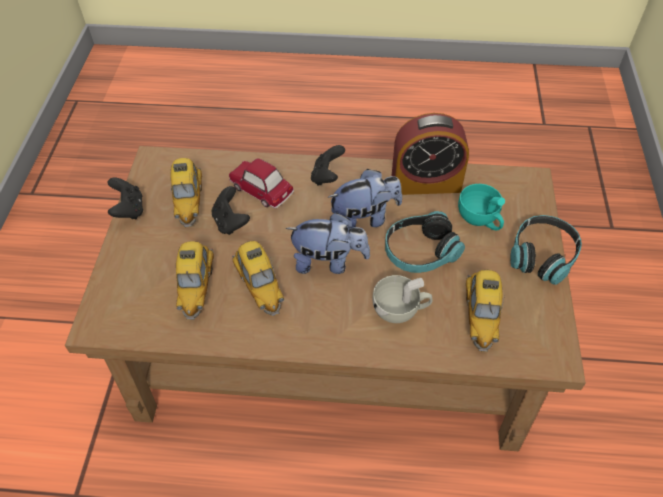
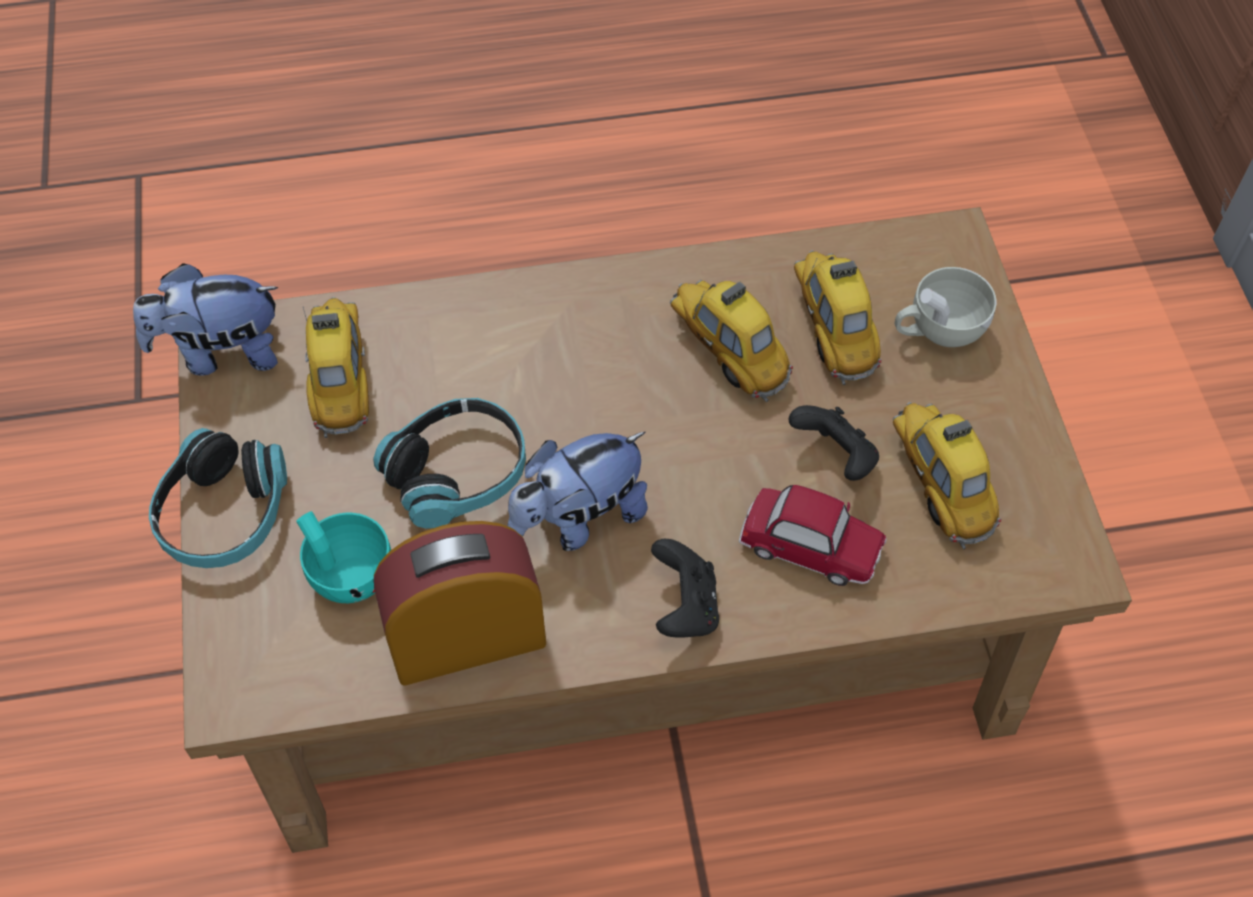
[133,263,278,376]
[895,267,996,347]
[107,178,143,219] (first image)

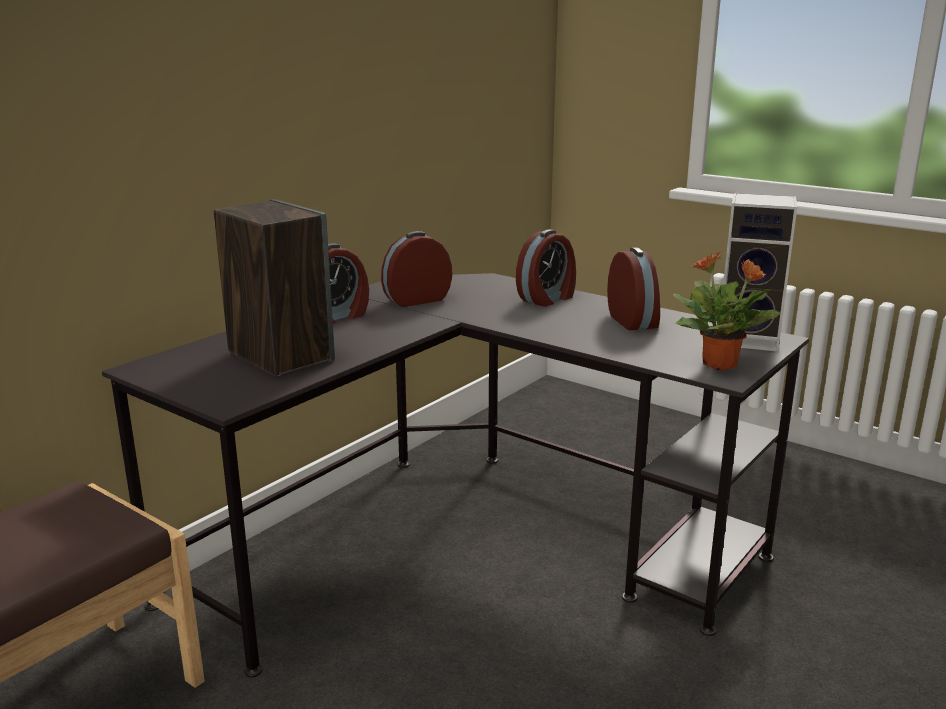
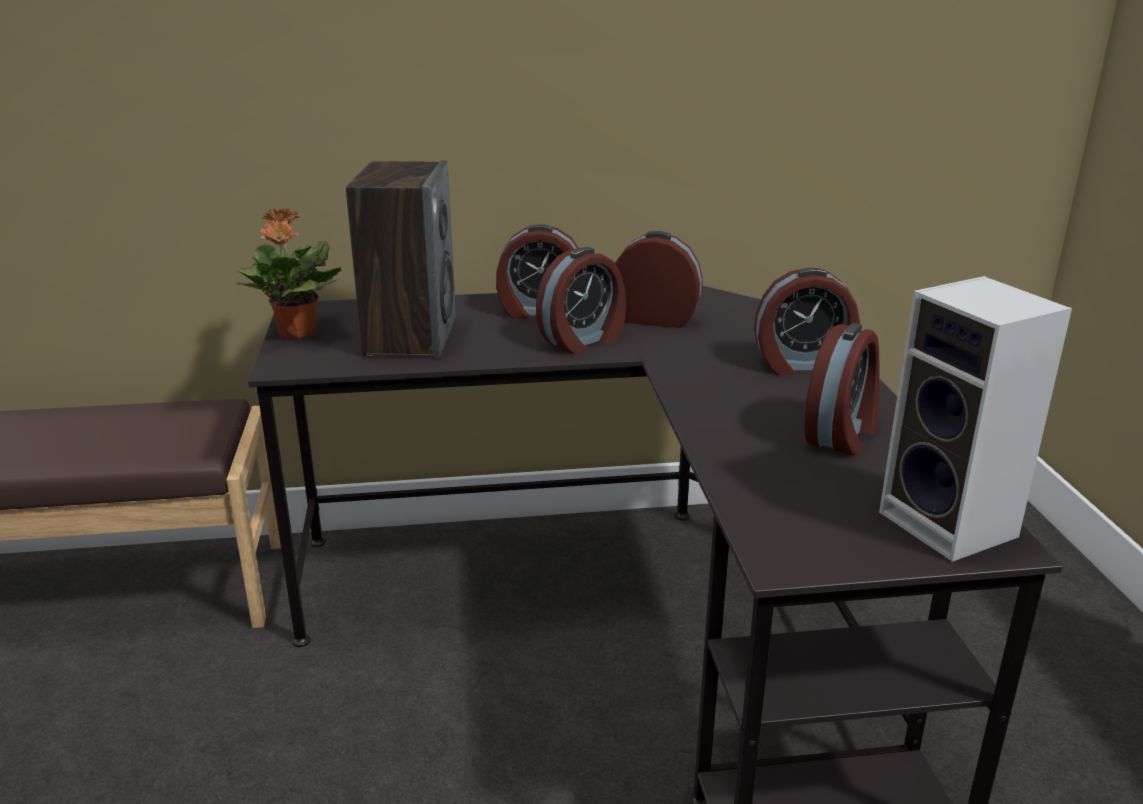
[236,208,342,338]
[536,247,626,354]

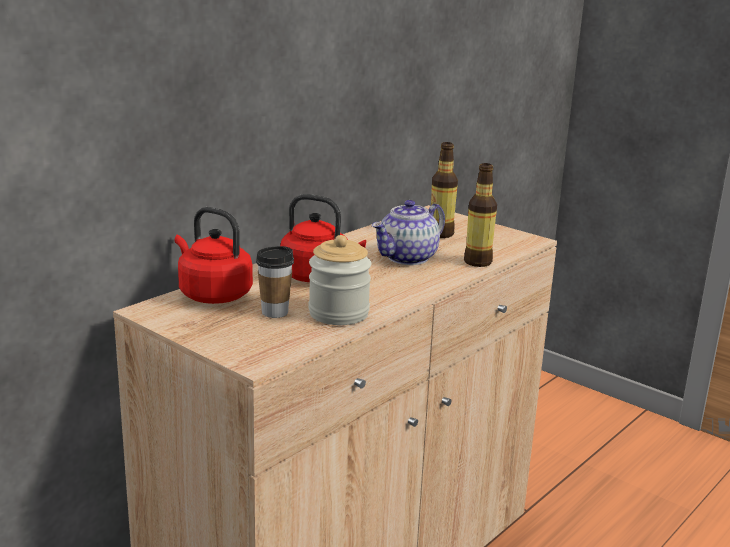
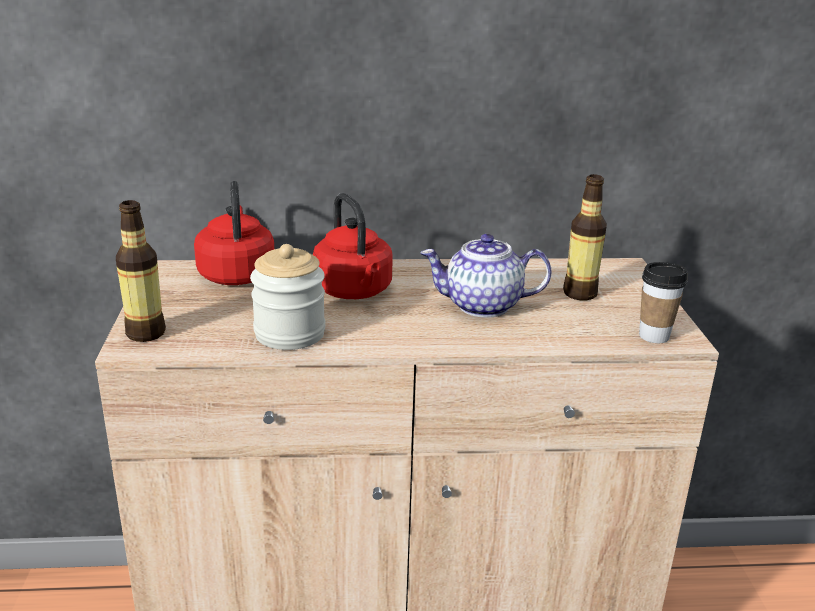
[116,200,166,342]
[639,262,688,343]

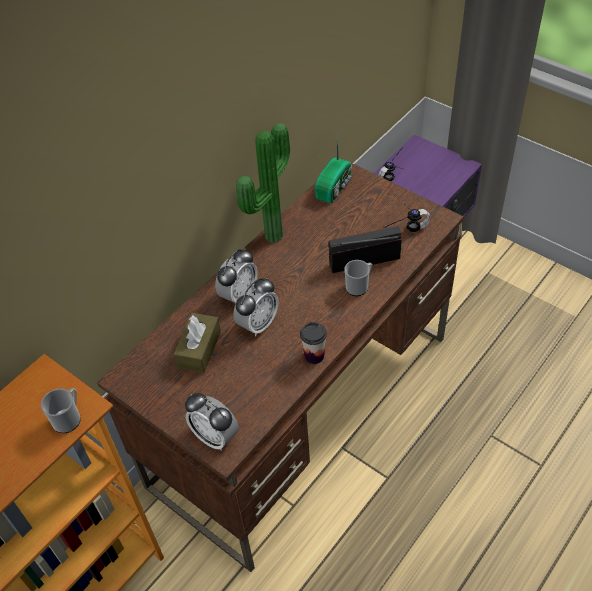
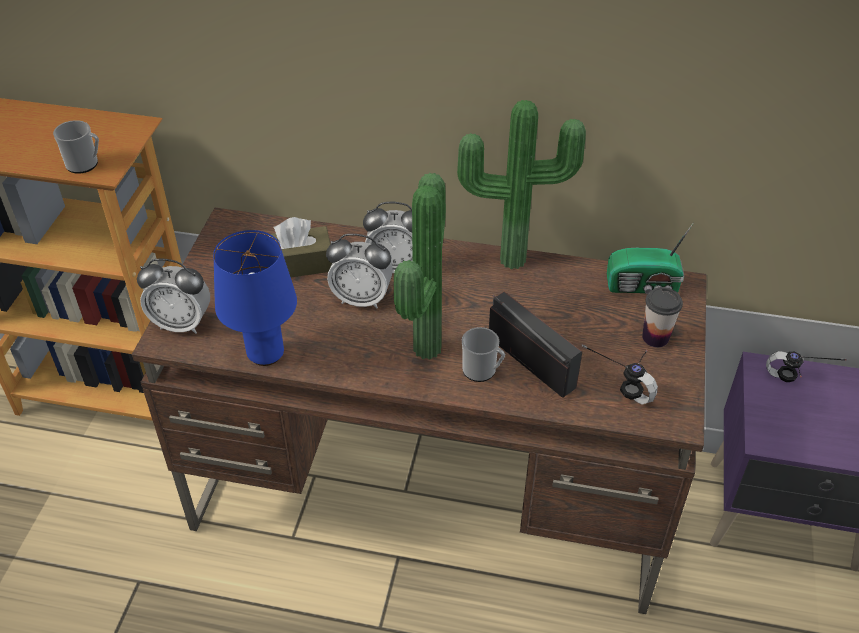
[137,259,210,334]
[213,230,297,366]
[394,173,446,360]
[642,287,683,347]

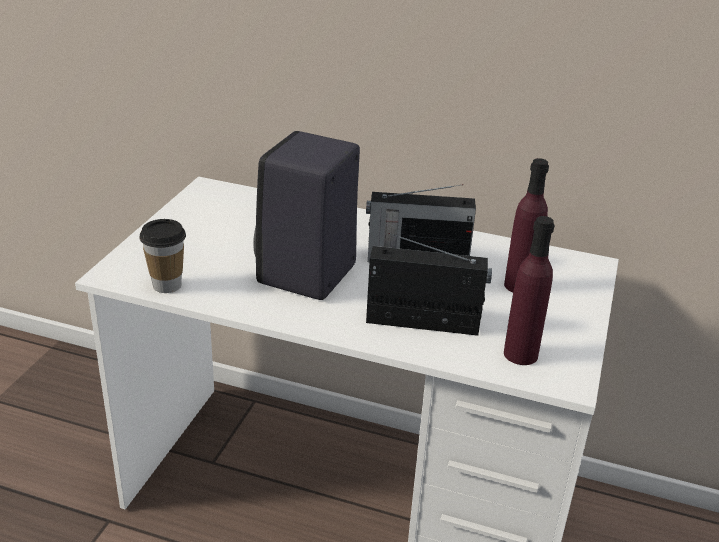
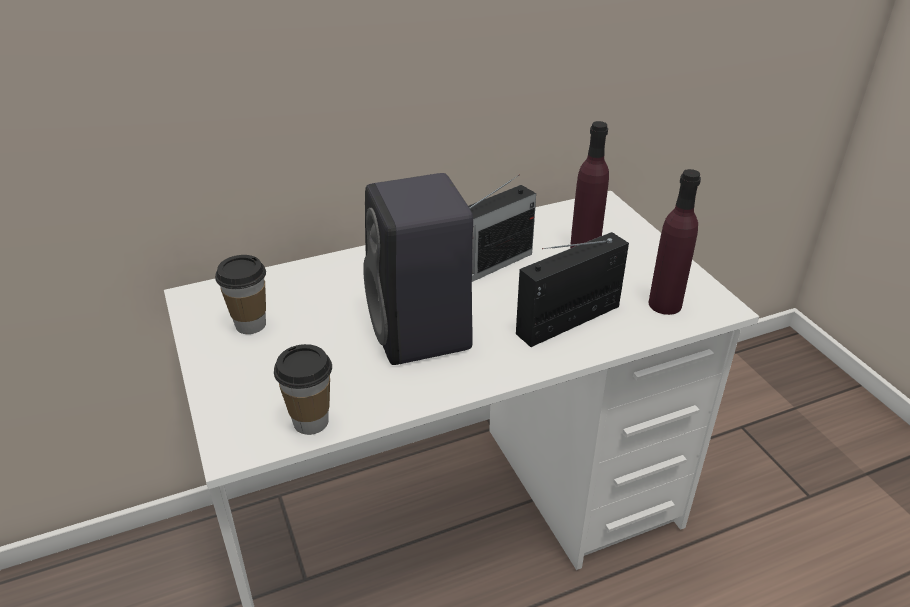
[215,255,266,334]

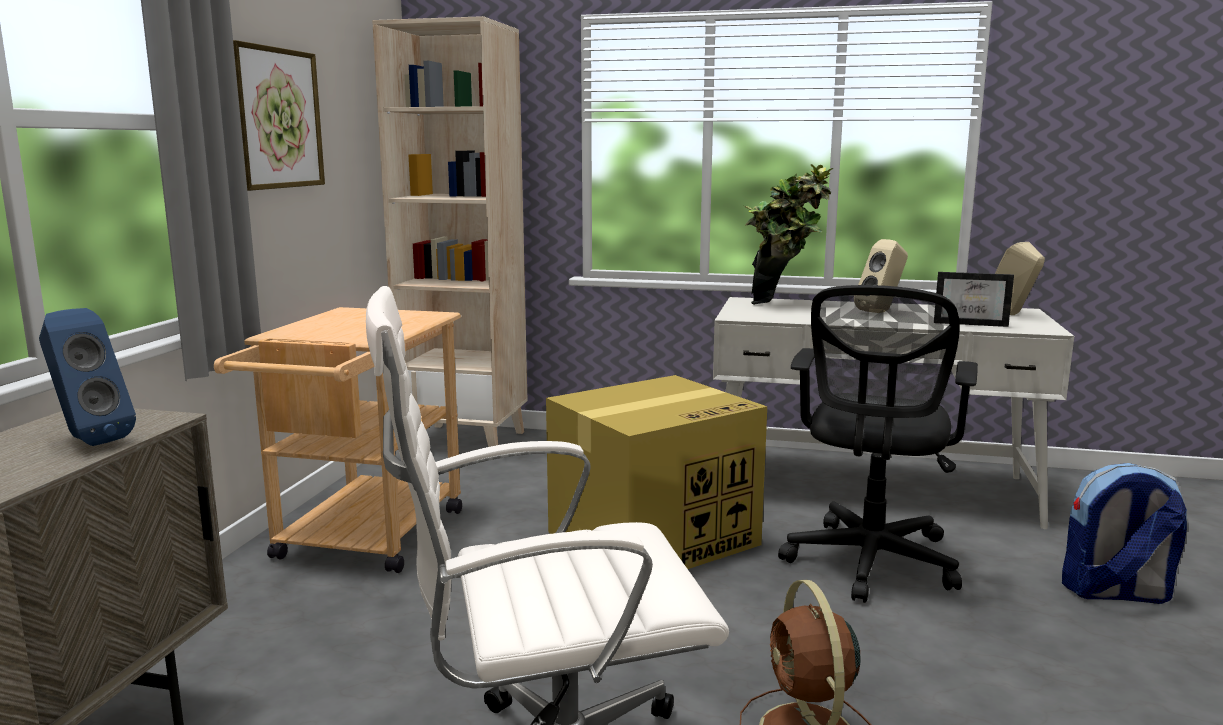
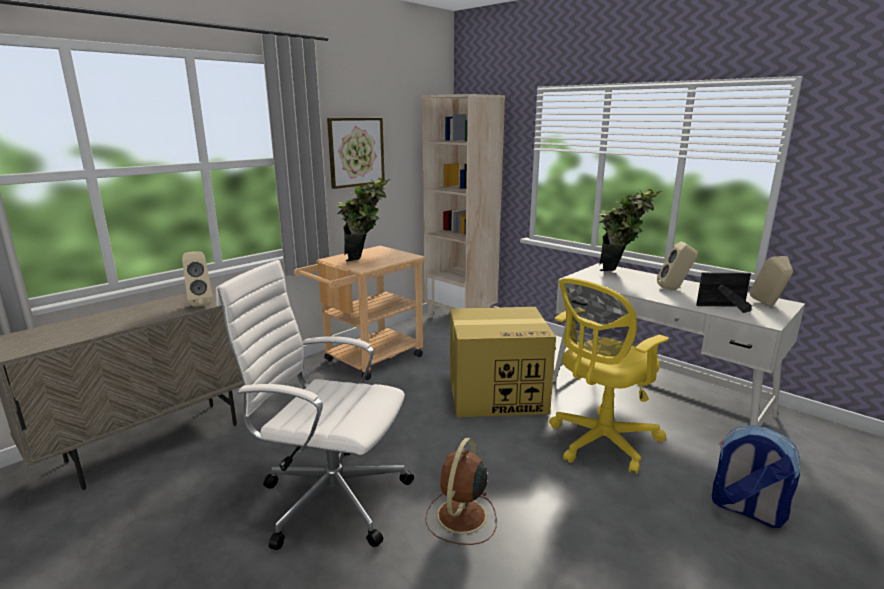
[182,251,213,307]
[336,178,390,261]
[549,278,669,474]
[696,272,752,313]

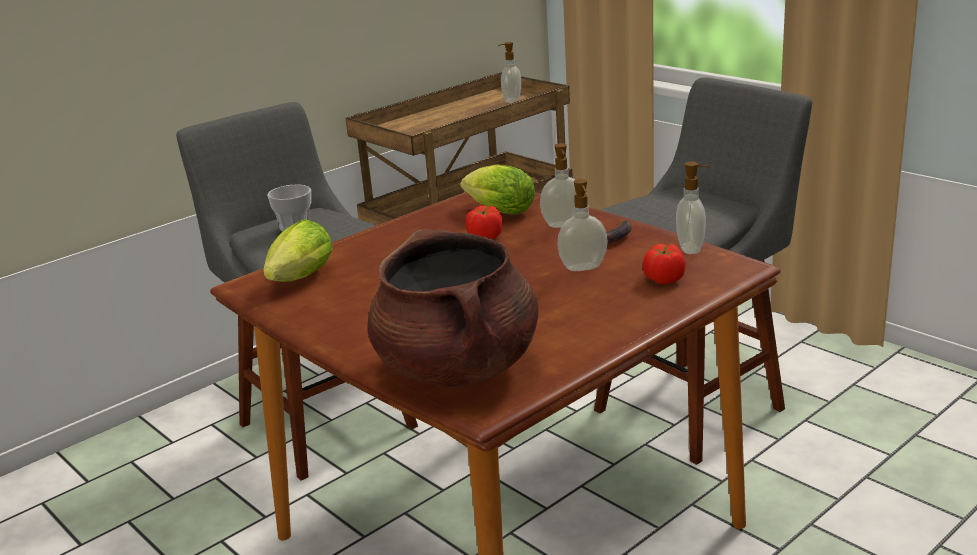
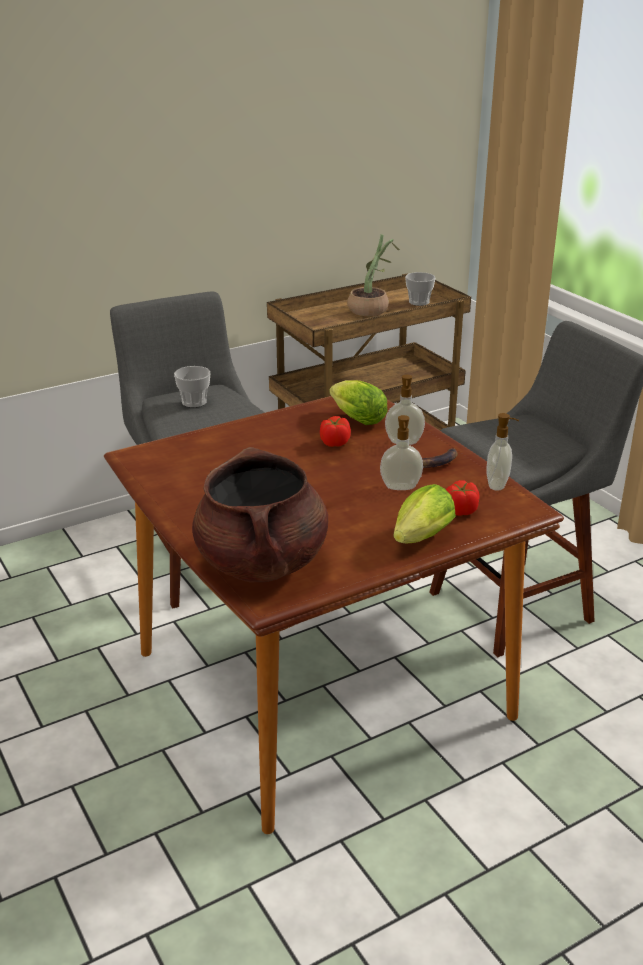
[347,234,400,316]
[393,484,456,543]
[405,272,436,306]

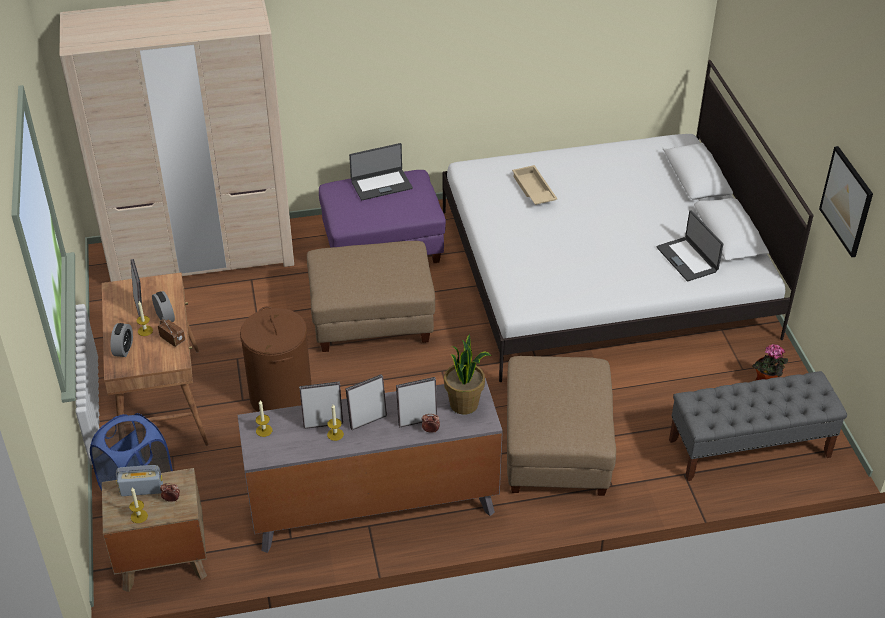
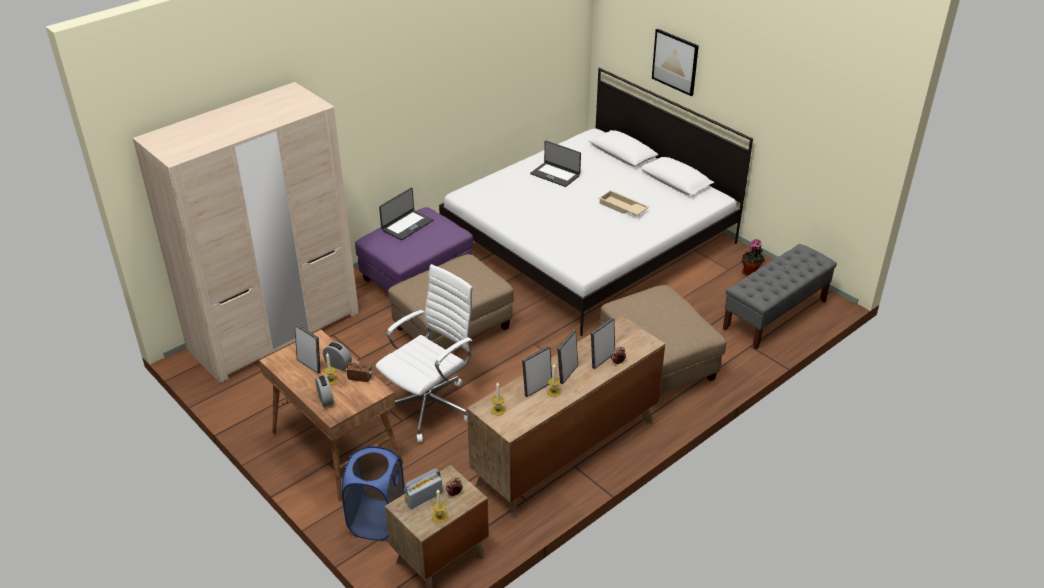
[376,264,474,443]
[467,316,665,518]
[530,140,581,187]
[599,190,649,216]
[652,29,699,96]
[444,334,492,415] (first image)

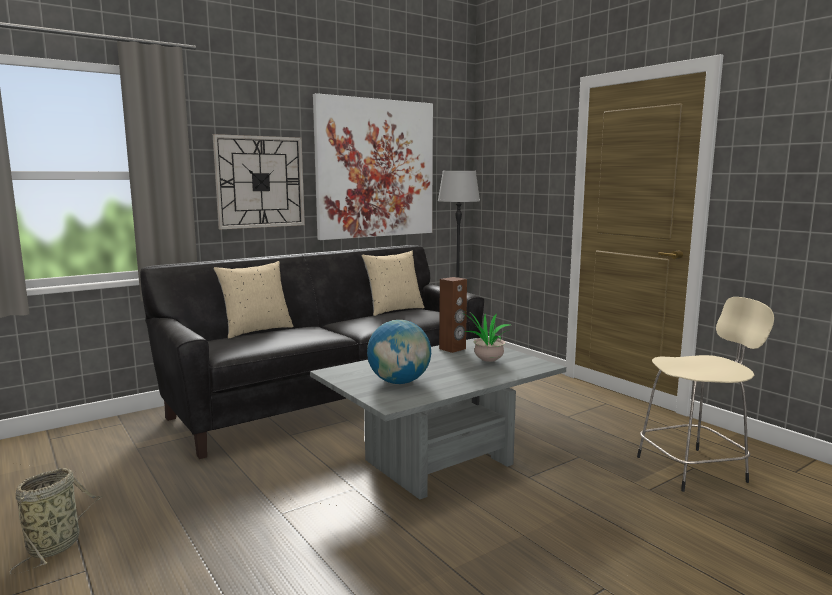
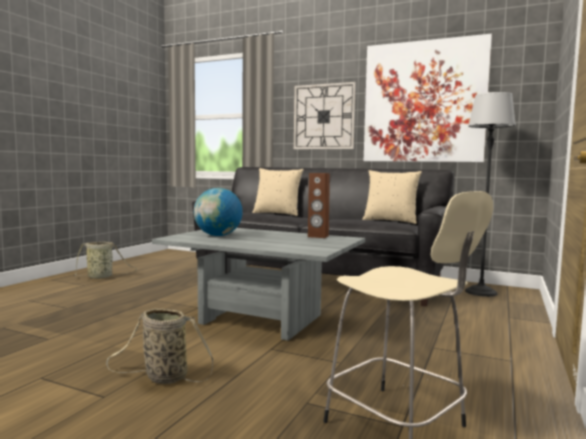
[106,309,214,384]
[465,313,514,362] (first image)

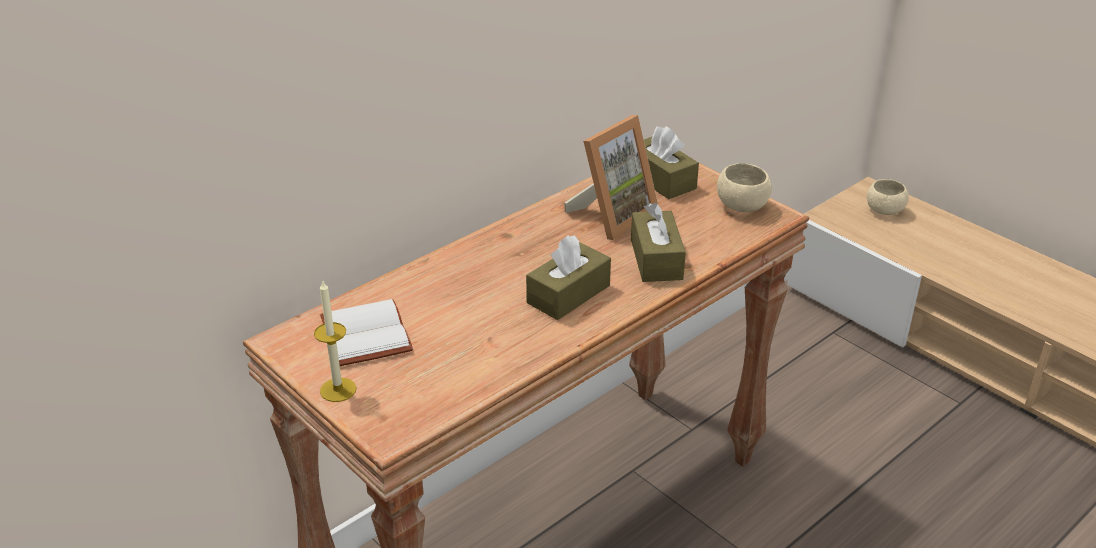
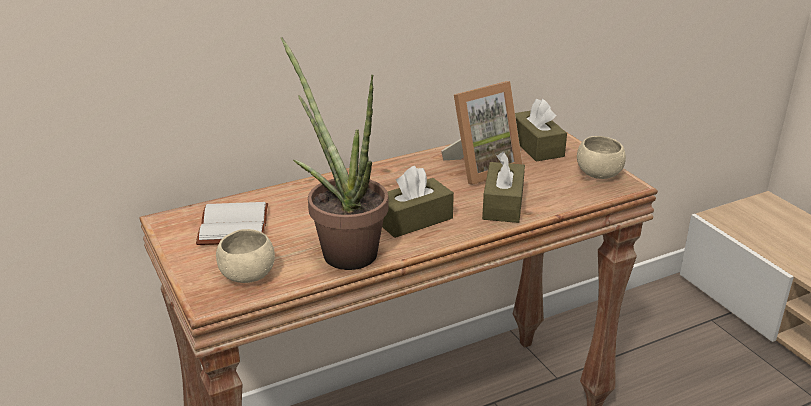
[216,229,275,283]
[281,37,389,270]
[314,281,356,402] (first image)

